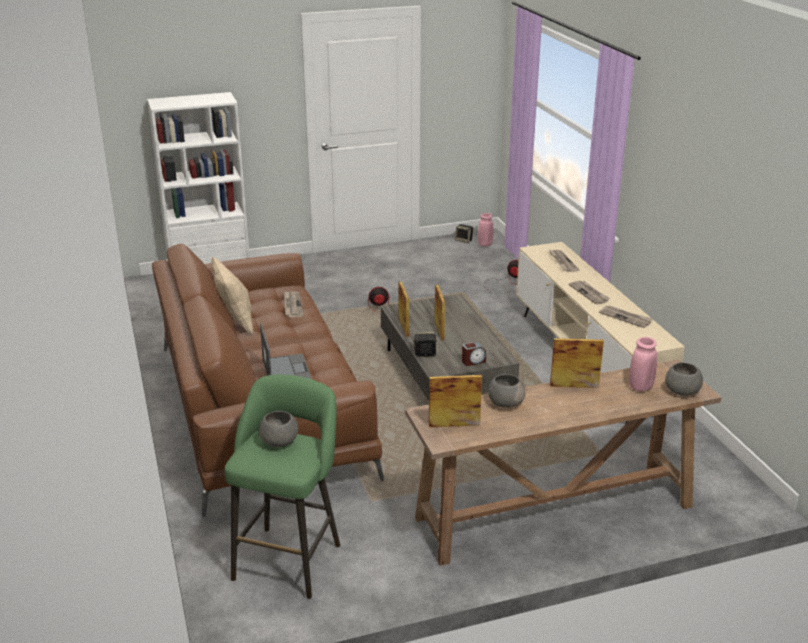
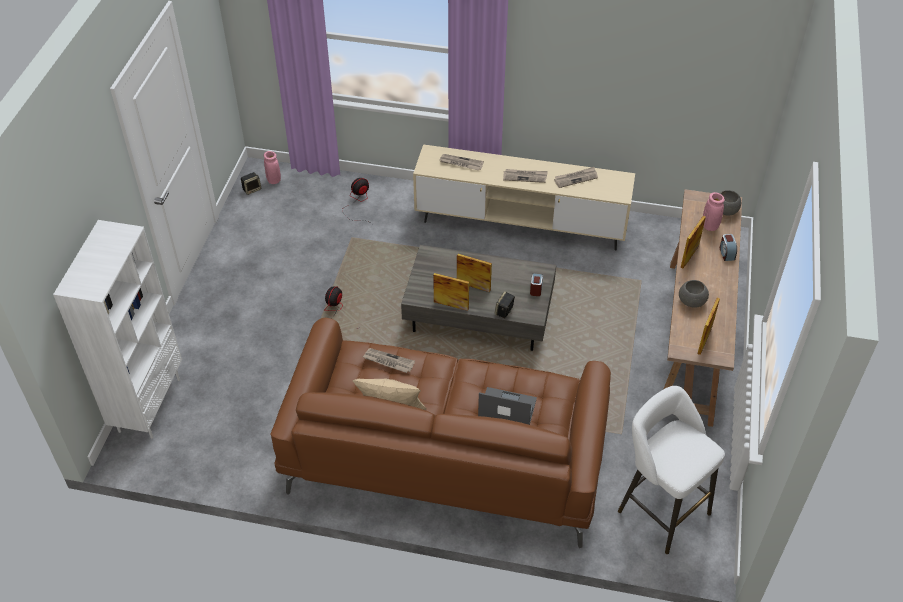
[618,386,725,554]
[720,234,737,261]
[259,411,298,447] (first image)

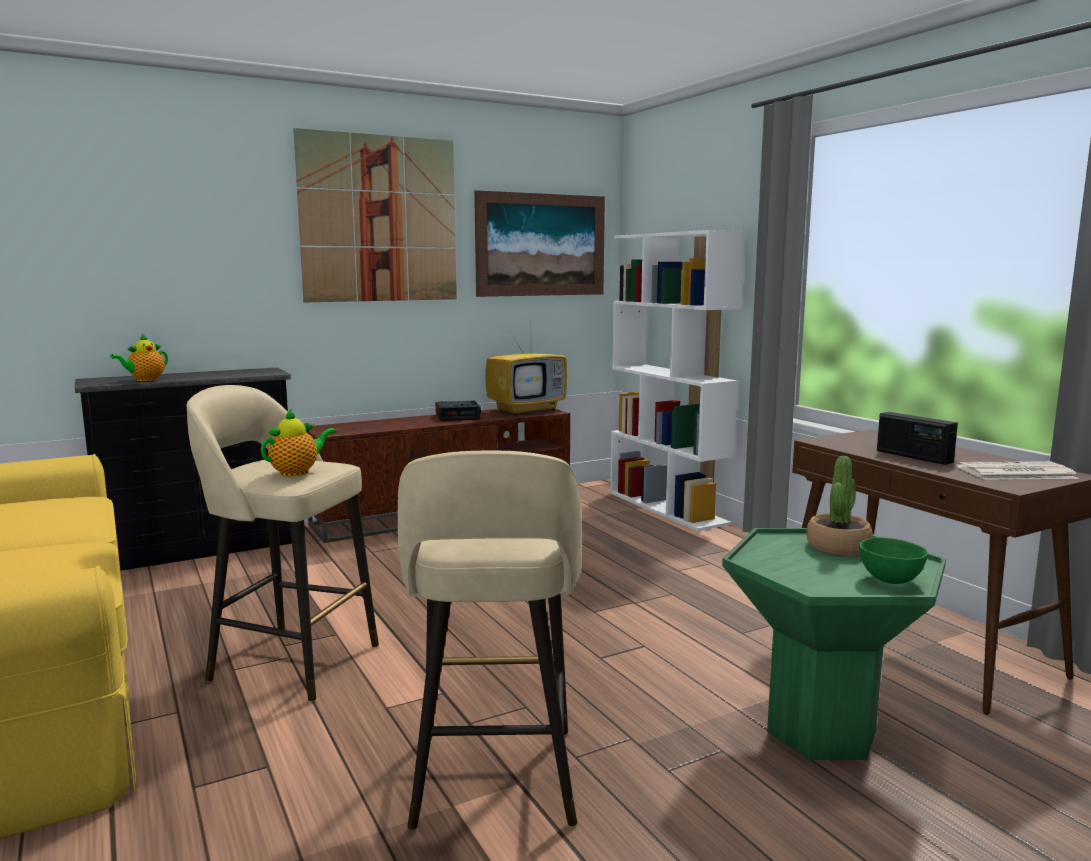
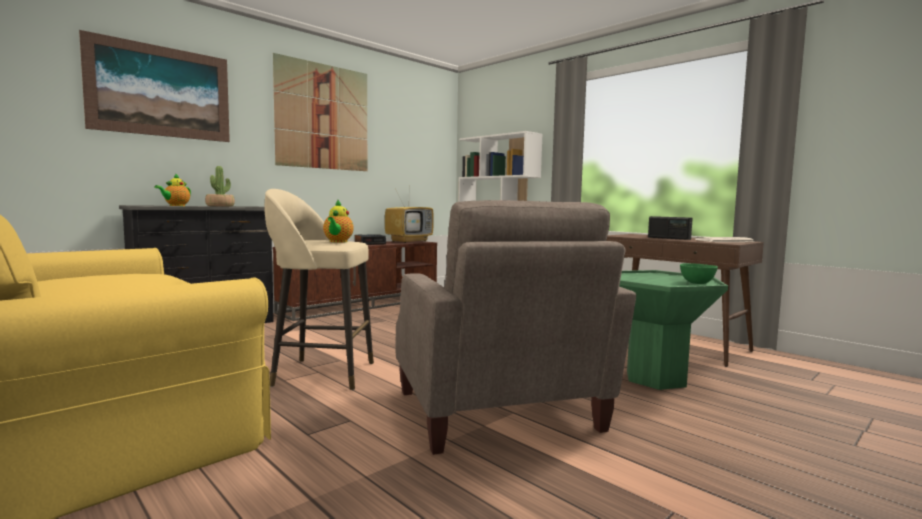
[79,30,230,142]
[205,166,235,206]
[323,200,354,243]
[395,200,636,455]

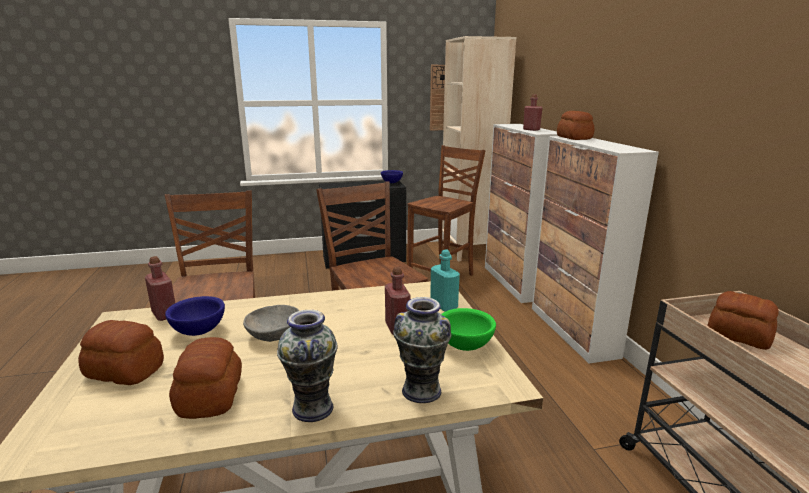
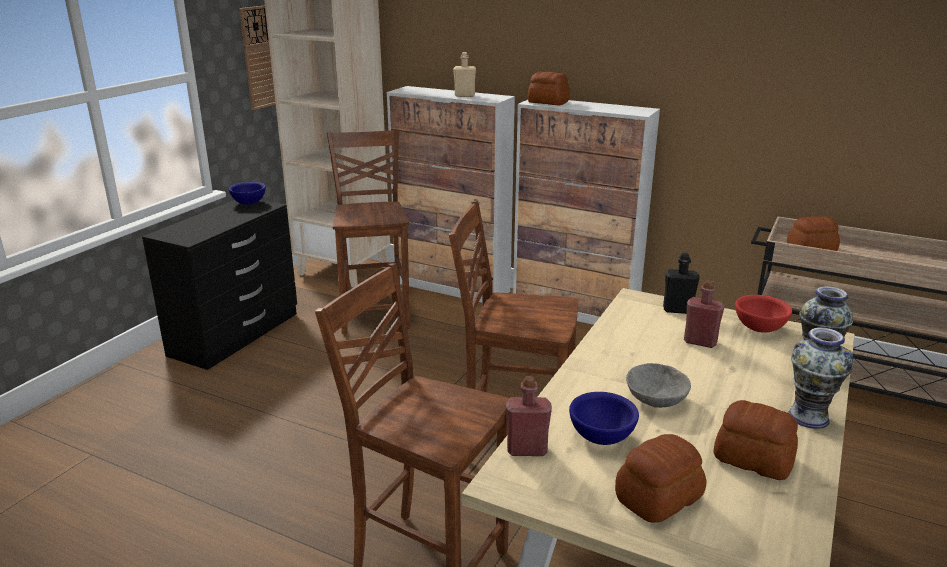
[453,52,476,97]
[663,252,700,314]
[735,295,792,333]

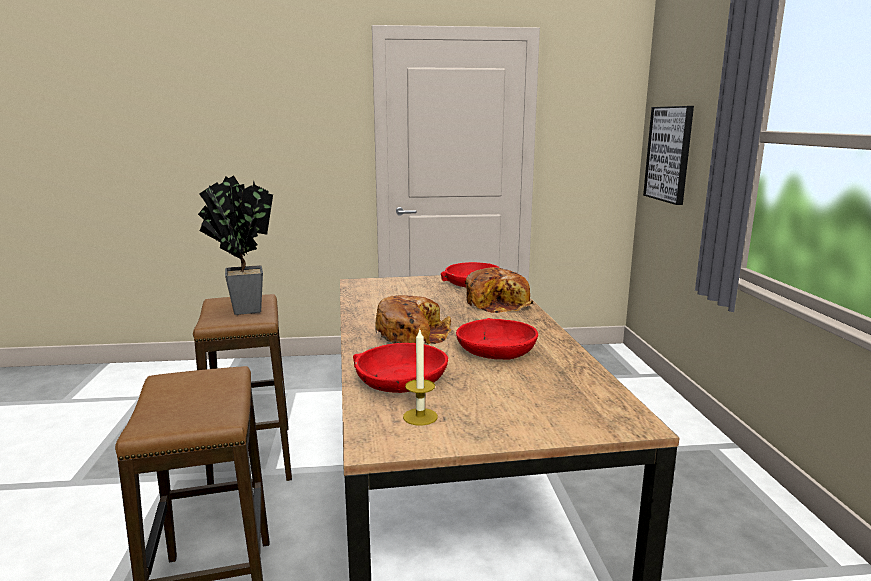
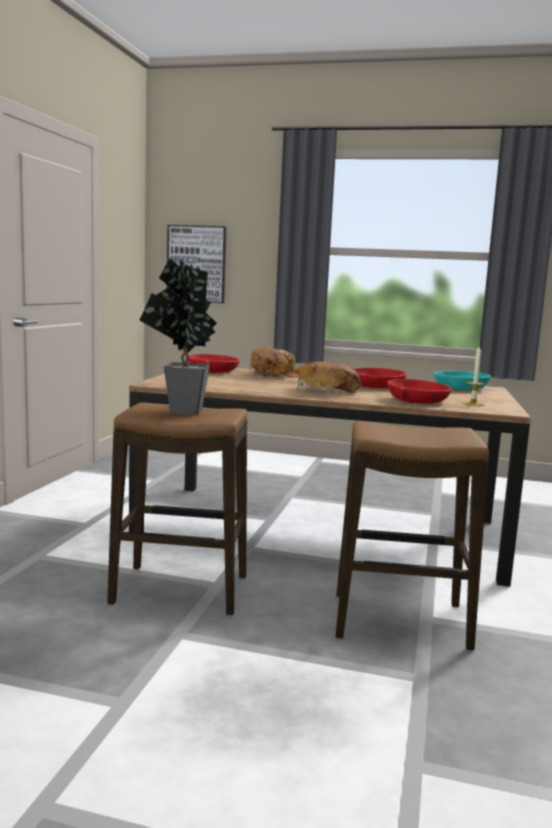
[434,371,491,390]

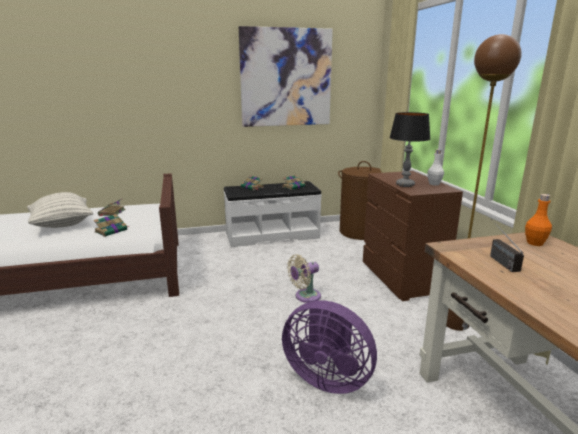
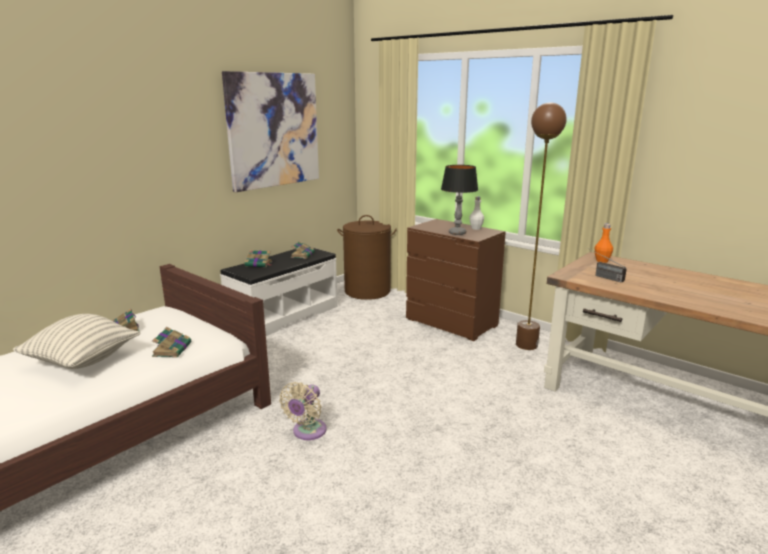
[279,382,327,440]
[282,301,377,394] (first image)

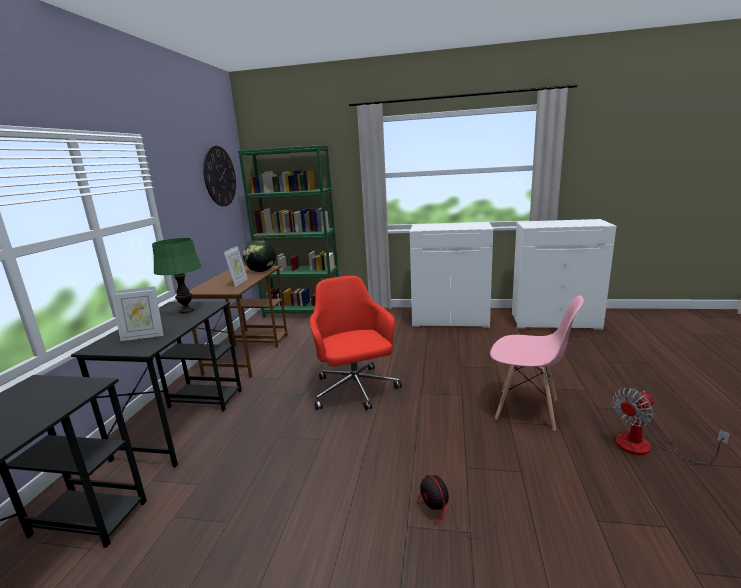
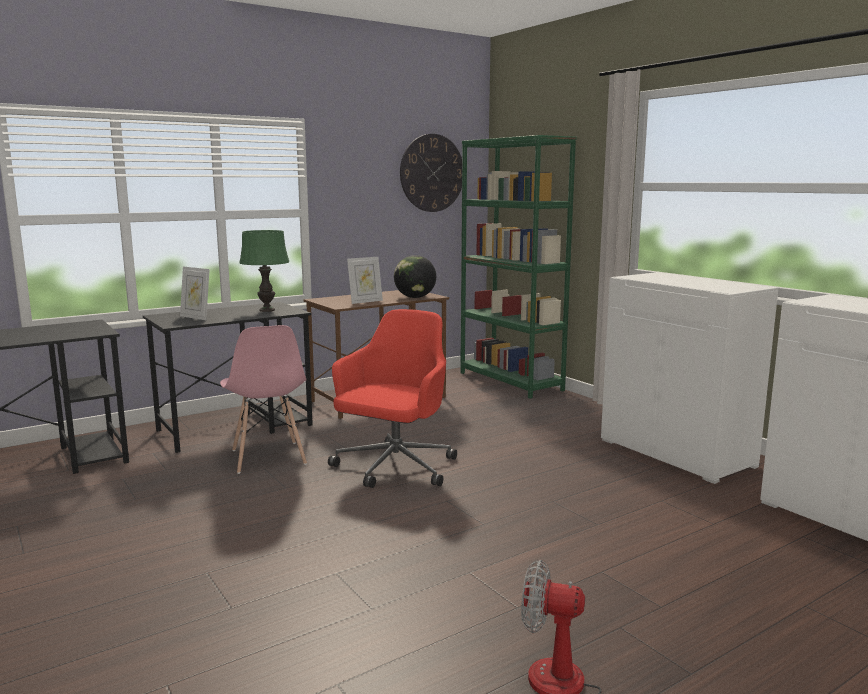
[220,325,307,474]
[417,475,505,539] (first image)

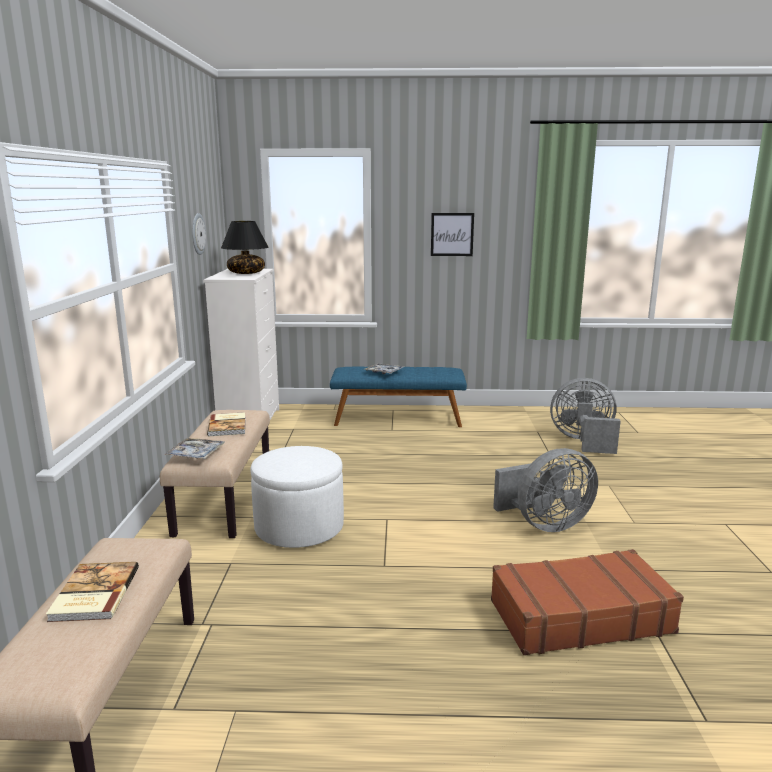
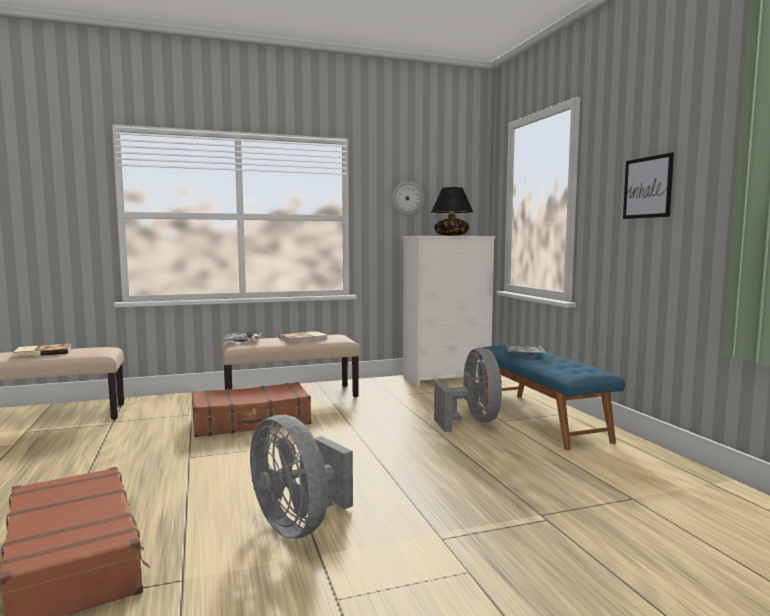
[192,382,311,437]
[434,348,502,432]

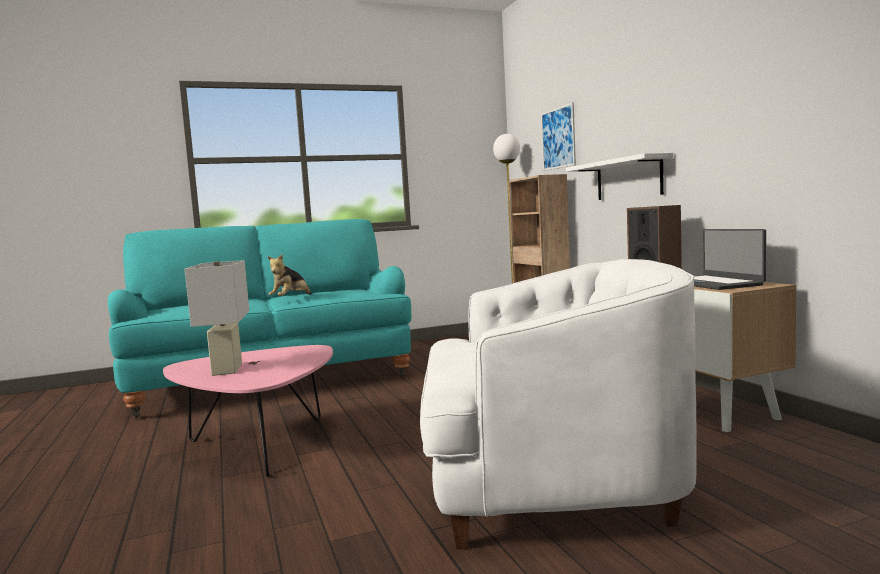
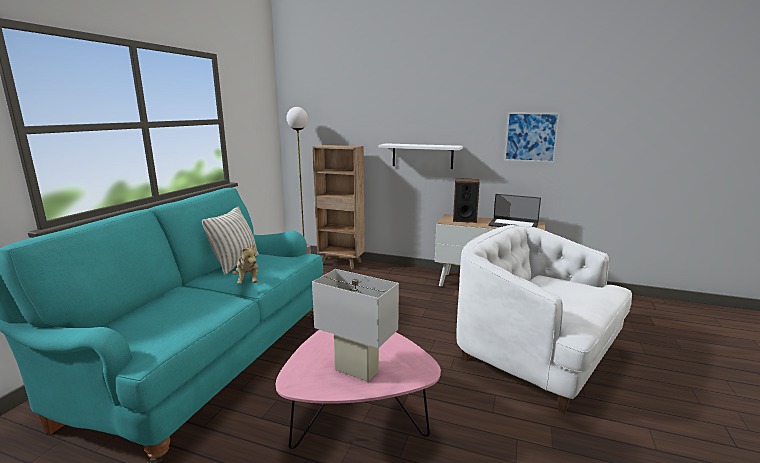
[202,206,259,275]
[456,225,632,413]
[504,112,560,163]

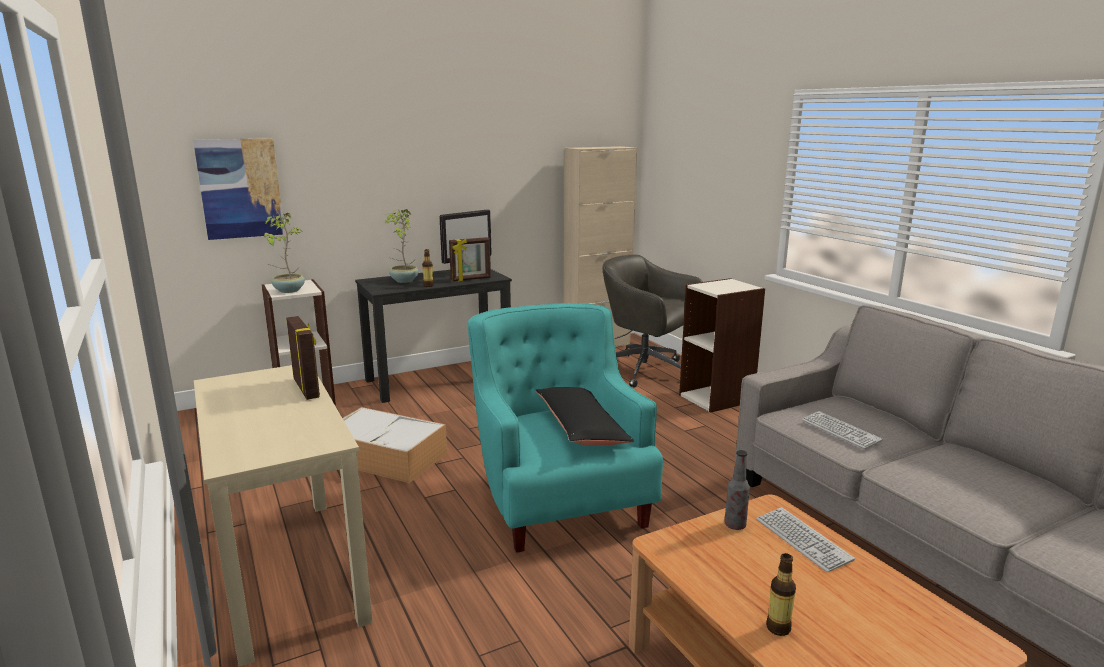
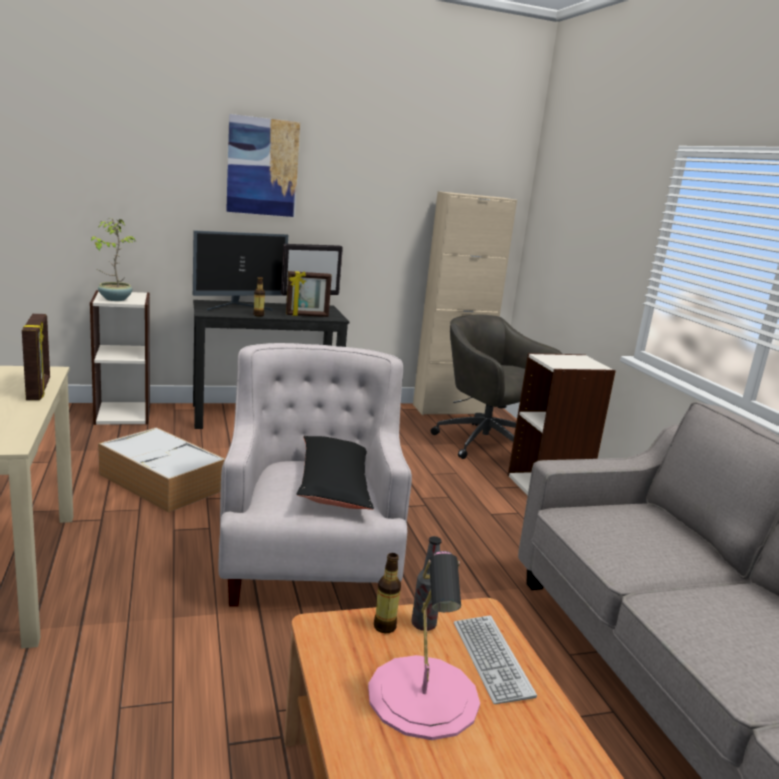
[193,231,288,311]
[218,343,412,607]
[226,114,300,217]
[368,551,480,740]
[374,553,401,633]
[802,411,883,449] (first image)

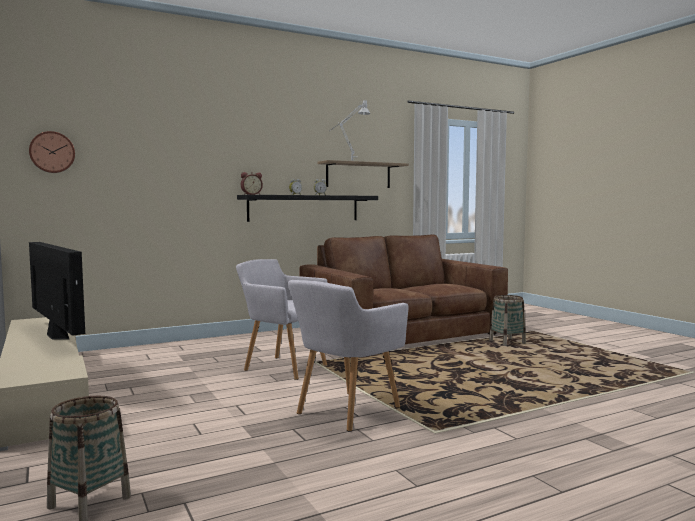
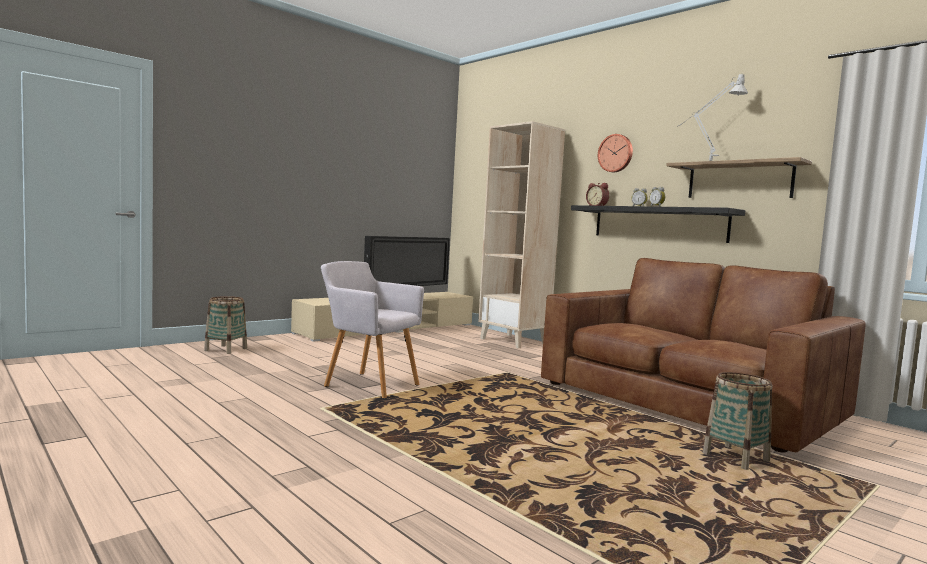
[478,121,565,349]
[598,134,633,172]
[236,259,327,380] (first image)

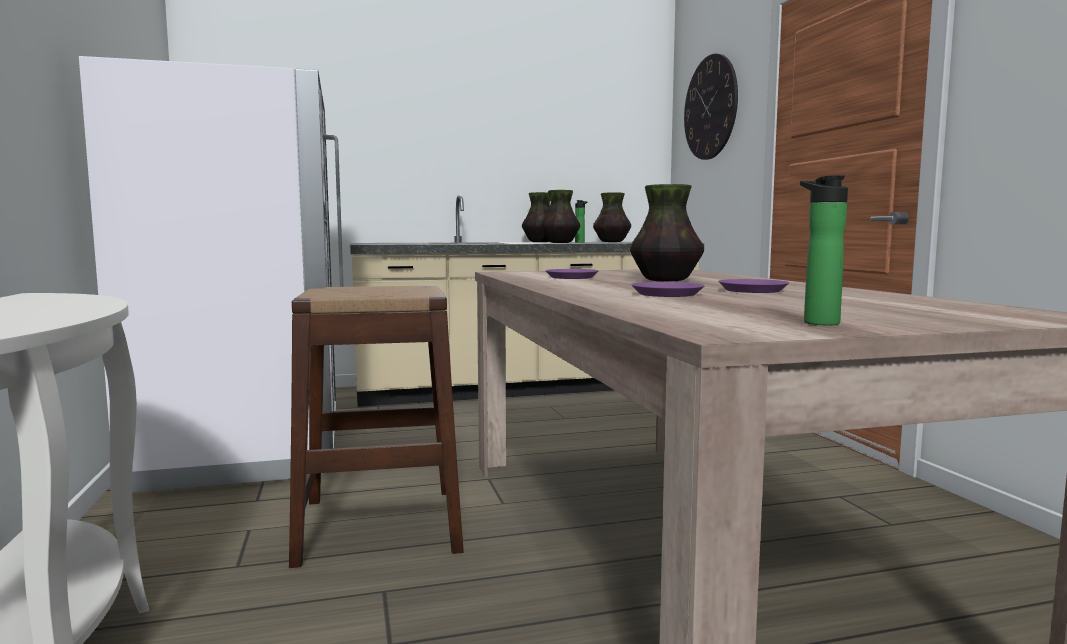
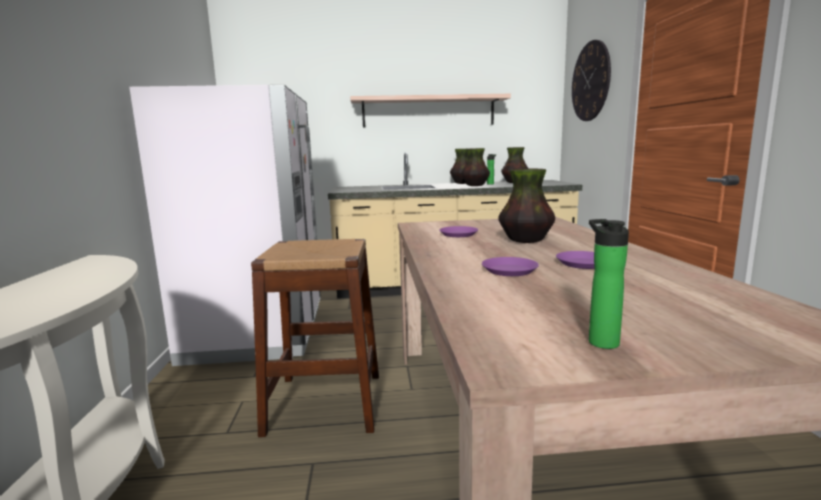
[350,94,511,127]

